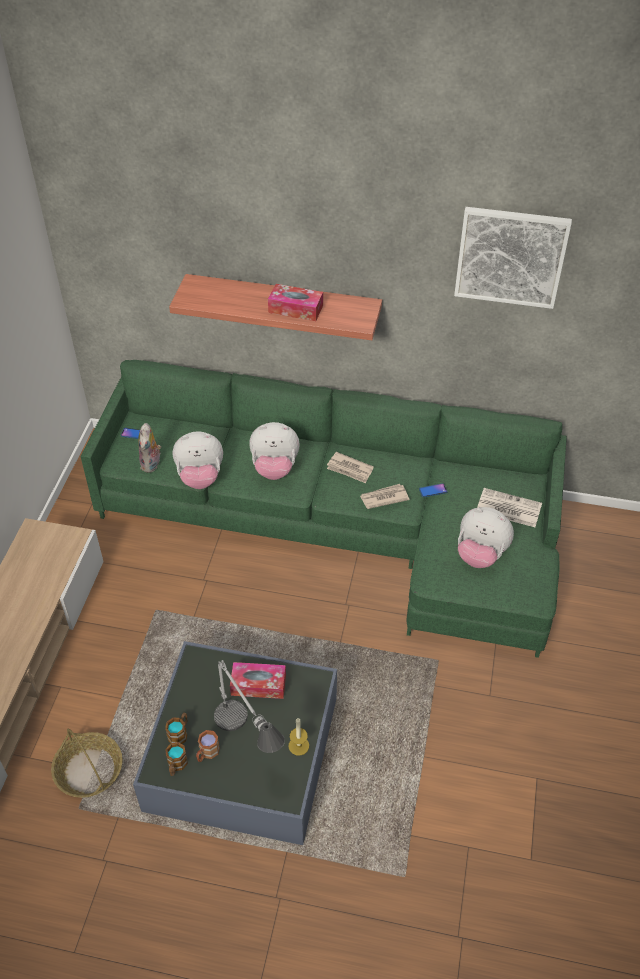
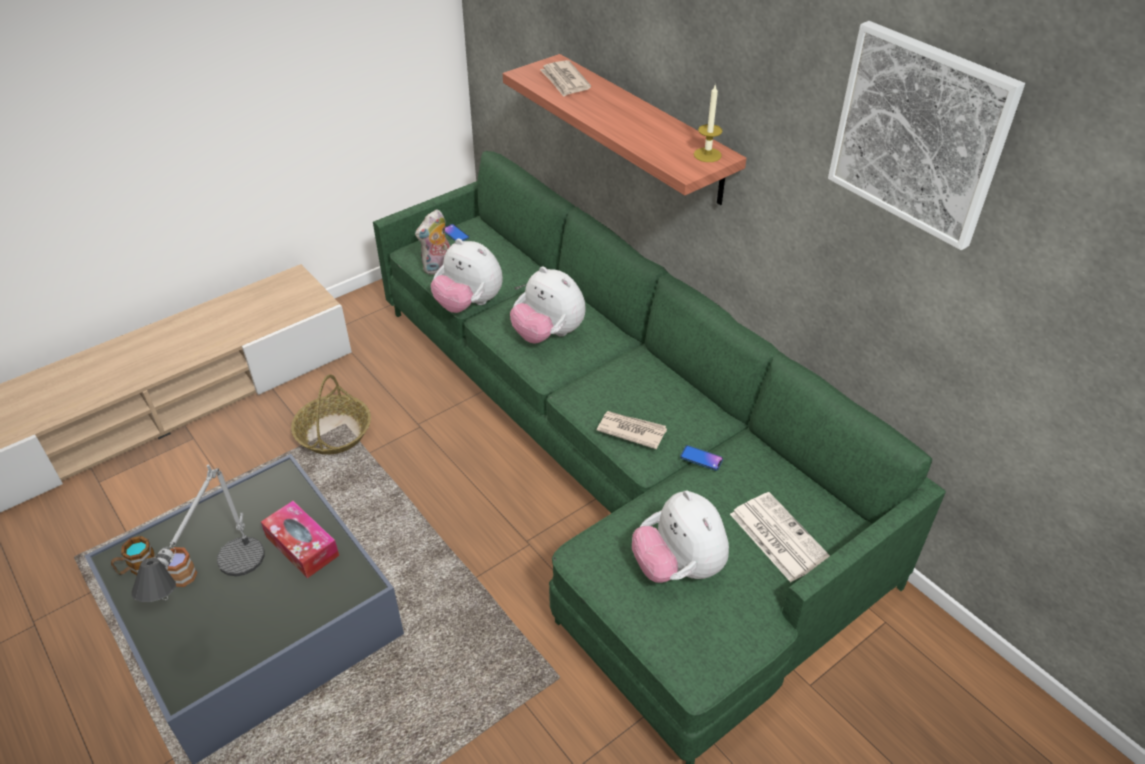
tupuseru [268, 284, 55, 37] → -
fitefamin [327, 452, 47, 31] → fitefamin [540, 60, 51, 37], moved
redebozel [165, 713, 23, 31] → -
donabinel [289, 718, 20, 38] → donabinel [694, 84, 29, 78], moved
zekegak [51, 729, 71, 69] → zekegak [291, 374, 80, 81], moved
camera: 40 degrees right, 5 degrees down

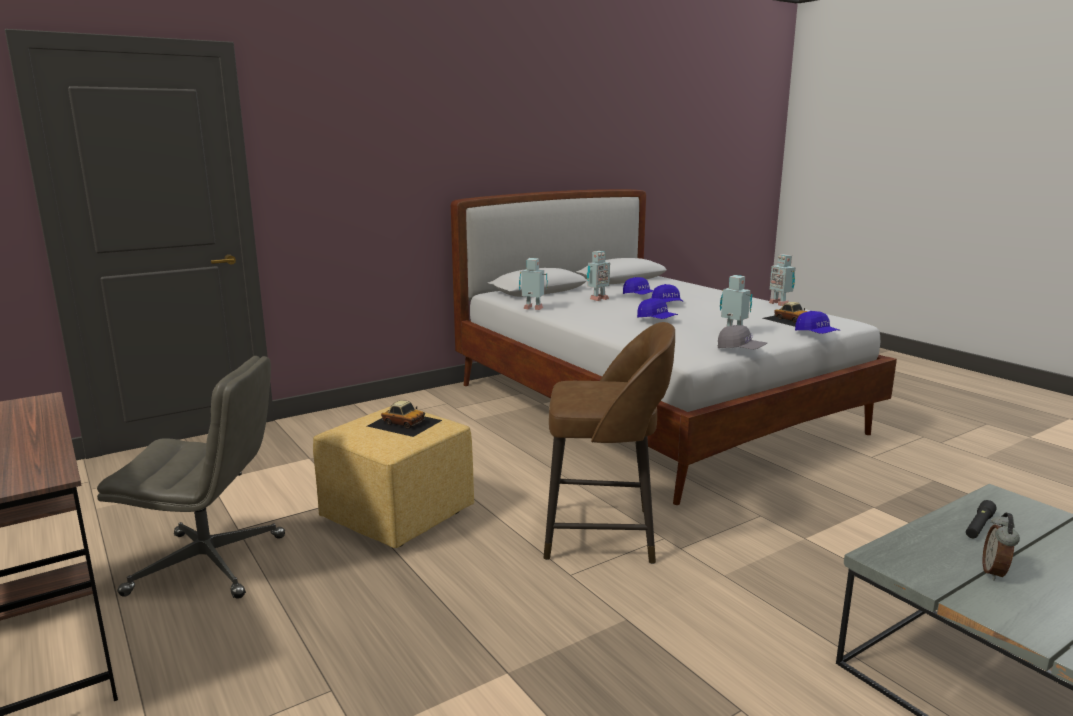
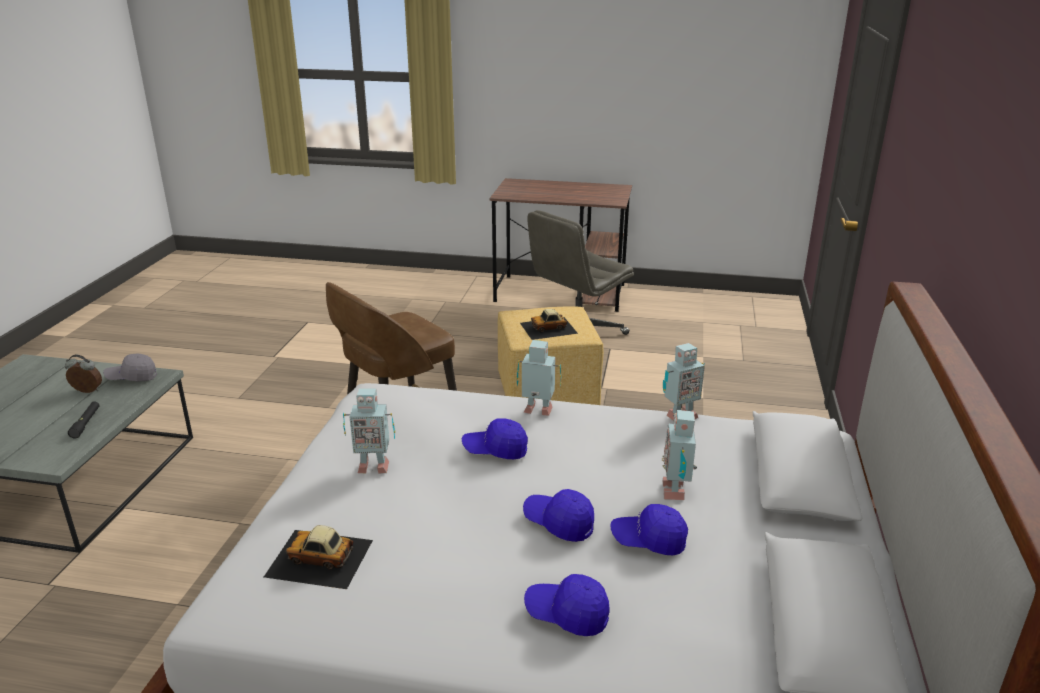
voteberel [769, 254, 27, 52] → voteberel [516, 340, 46, 76], moved
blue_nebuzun [795, 311, 45, 23] → blue_nebuzun [524, 574, 85, 62], moved
grey_nebuzun [718, 325, 49, 24] → grey_nebuzun [103, 353, 54, 28], moved
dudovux [982, 512, 38, 68] → dudovux [65, 355, 37, 38], 60 degrees counterclockwise
camera: 135 degrees right, 10 degrees up

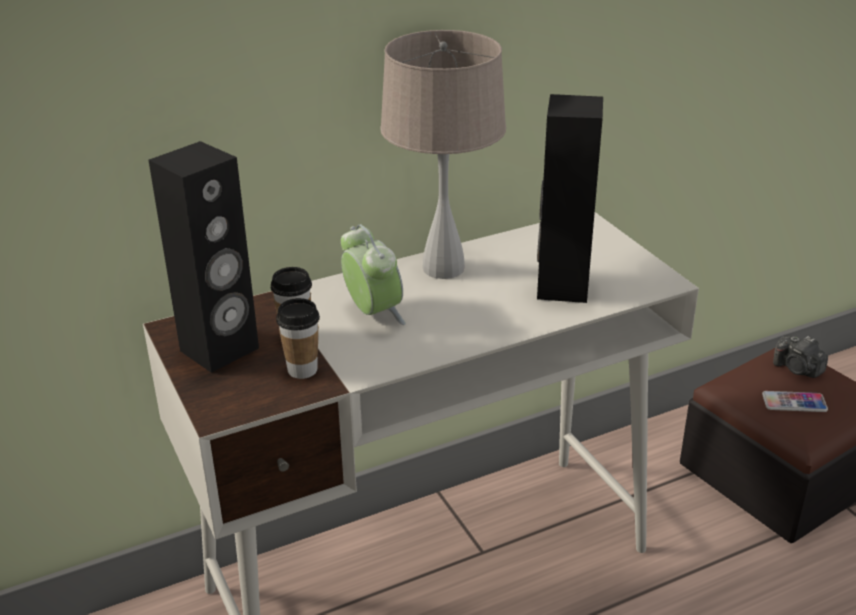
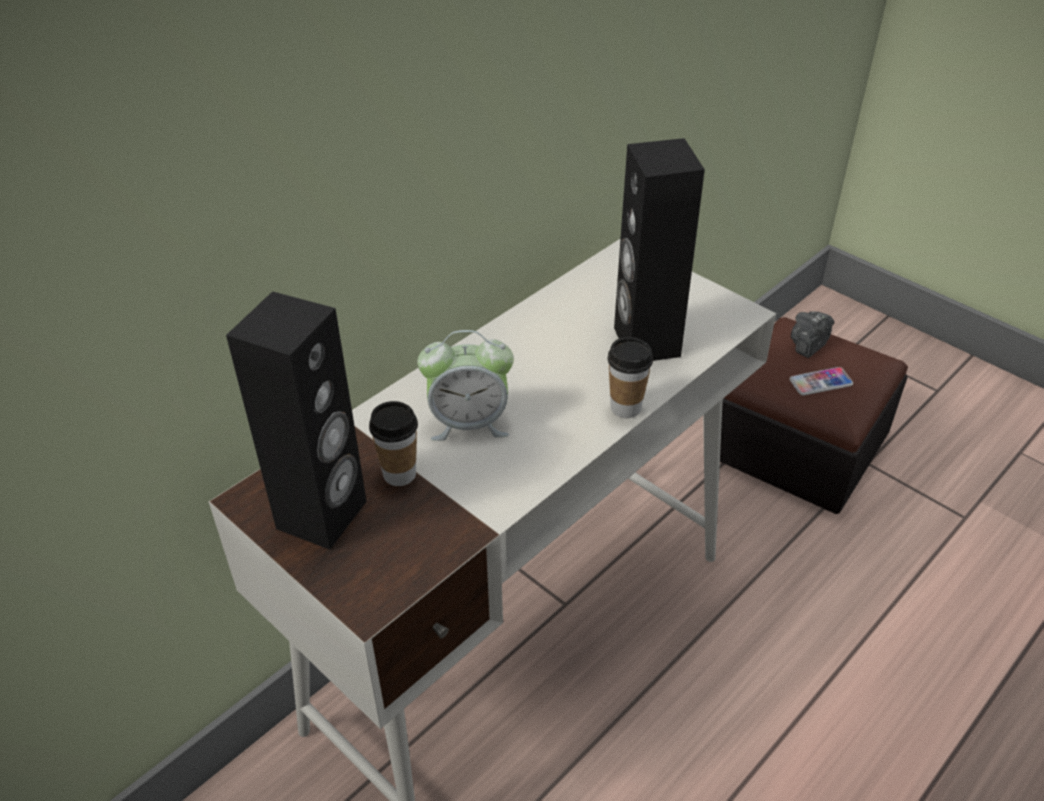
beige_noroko [380, 30, 126, 249] → -
dudovux [341, 224, 65, 101] → dudovux [417, 330, 97, 111], 135 degrees clockwise
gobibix [276, 298, 44, 81] → gobibix [607, 337, 46, 81], moved
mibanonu [773, 335, 55, 43] → mibanonu [791, 311, 43, 47], 105 degrees clockwise
camera: 20 degrees left, 10 degrees up

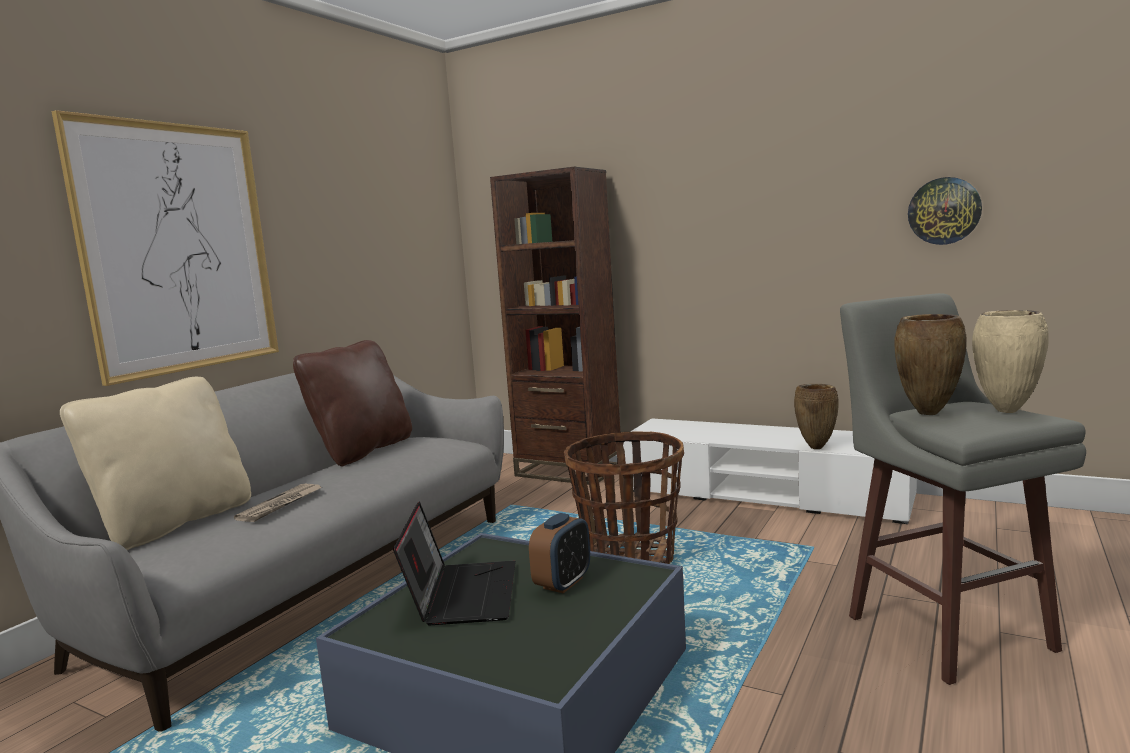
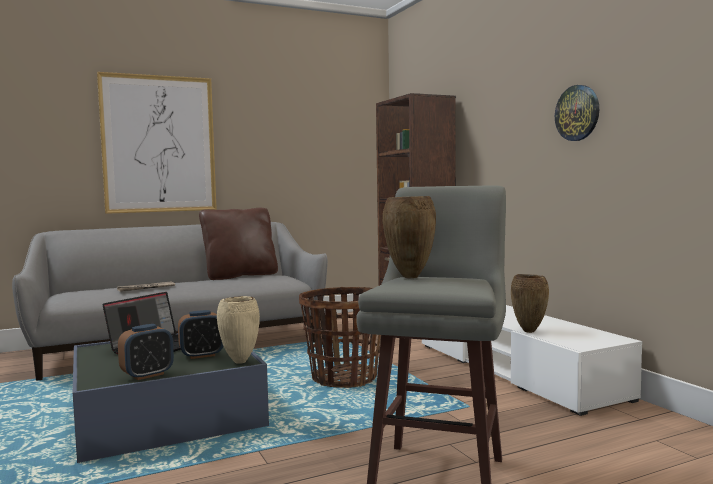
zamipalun [908, 177, 74, 68] → zamipalun [555, 85, 44, 56], moved
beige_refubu [972, 310, 77, 103] → beige_refubu [217, 296, 43, 68], moved
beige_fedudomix [60, 377, 191, 173] → -
- → dudovux [118, 324, 56, 56]
camera: 35 degrees right, 5 degrees down

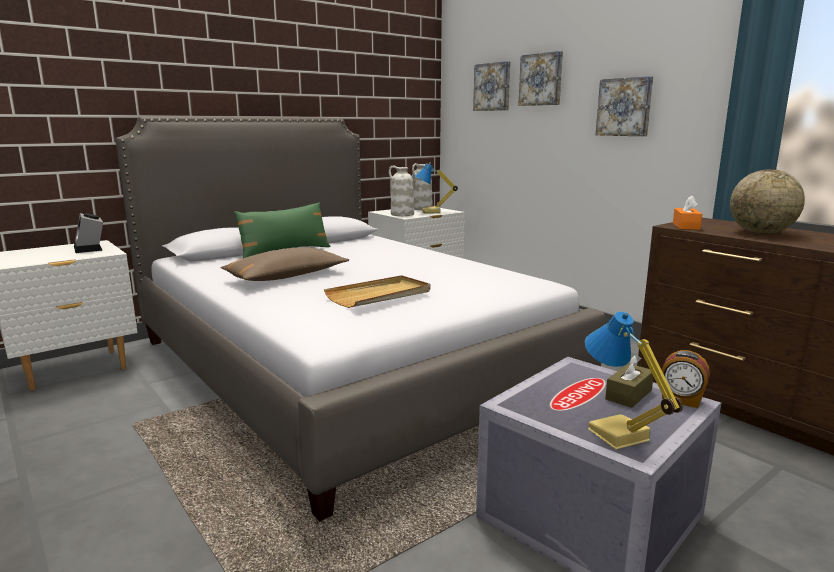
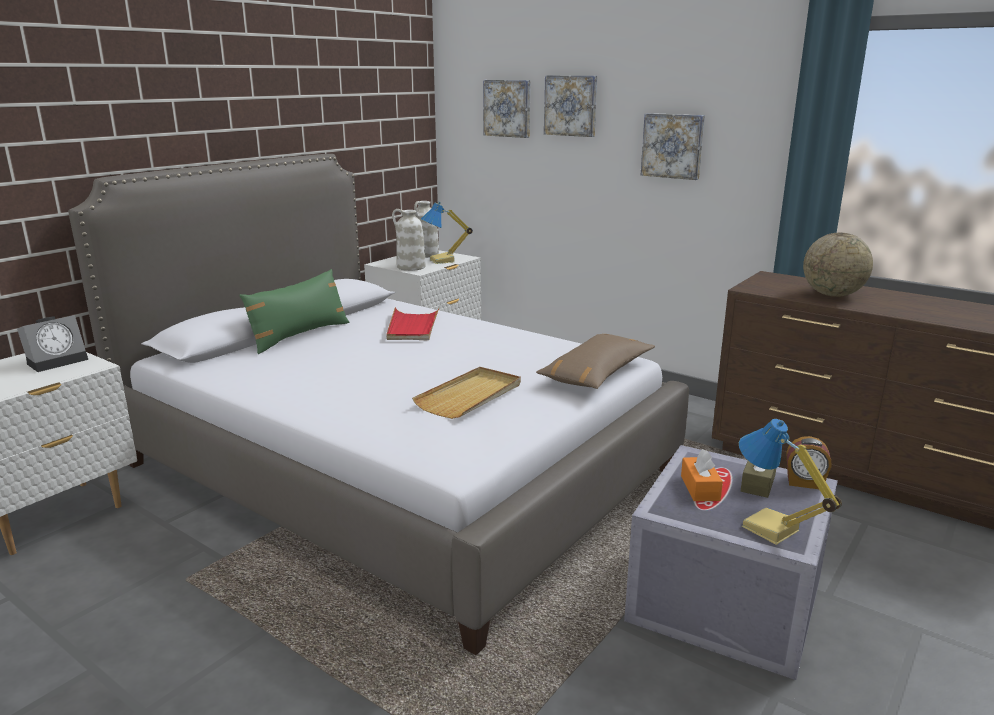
orange_tupuseru [673, 195, 29, 35] → orange_tupuseru [681, 449, 42, 52], moved
dudovux [74, 213, 29, 40] → dudovux [17, 315, 71, 57], 90 degrees counterclockwise
brown_fedudomix [221, 247, 128, 34] → brown_fedudomix [536, 334, 119, 55], moved
- → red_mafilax [387, 307, 53, 33]
camera: 15 degrees left, 5 degrees up

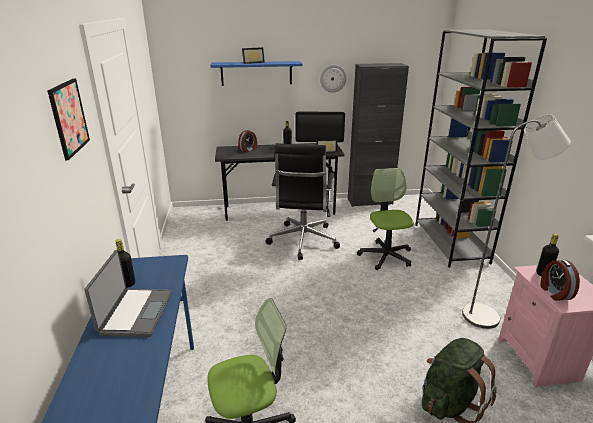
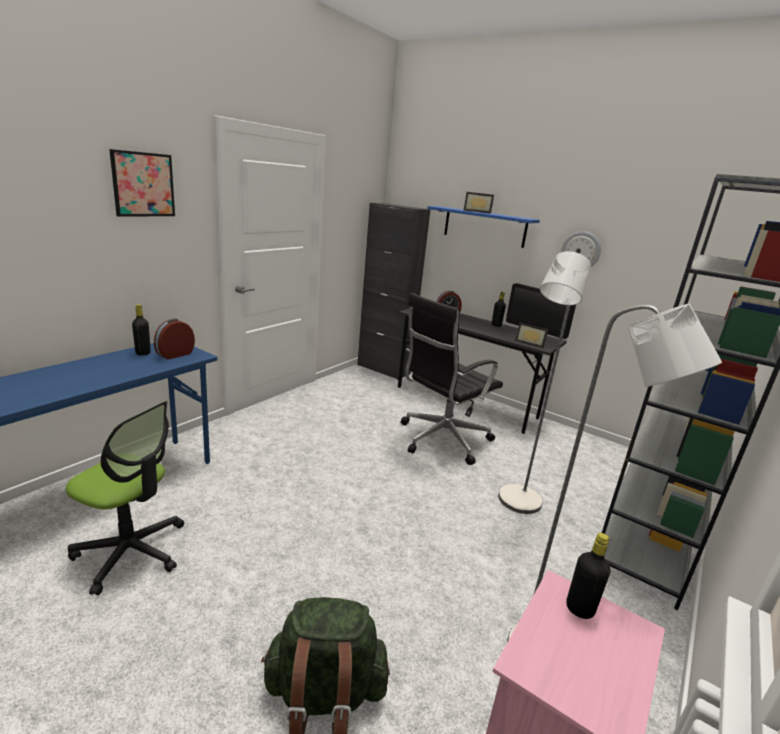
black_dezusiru [348, 63, 61, 144] → black_dezusiru [357, 203, 73, 177], moved
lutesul [357, 168, 57, 102] → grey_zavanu [498, 251, 93, 263]
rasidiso [84, 250, 88, 87] → -
dudovux [541, 260, 39, 41] → dudovux [154, 319, 41, 40], moved
camera: 40 degrees right, 5 degrees down

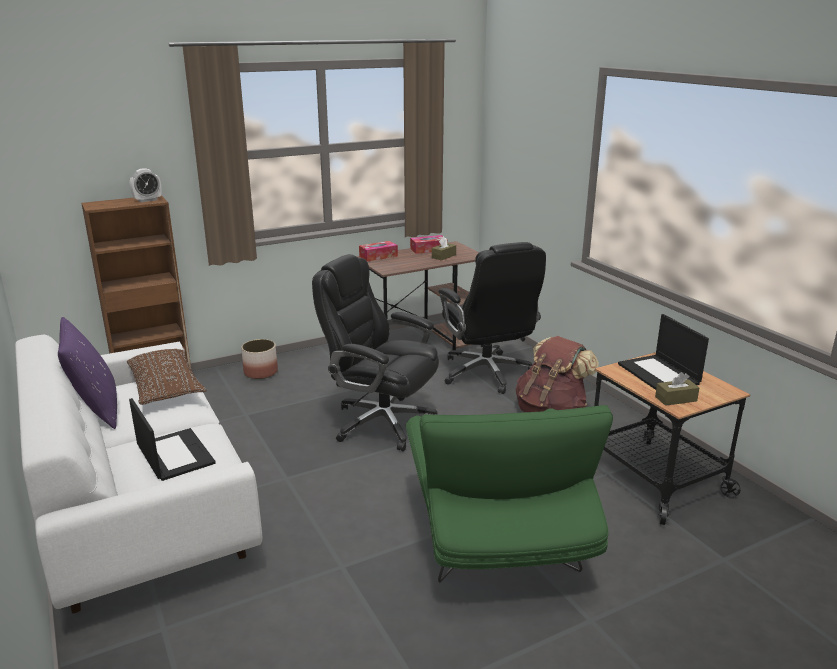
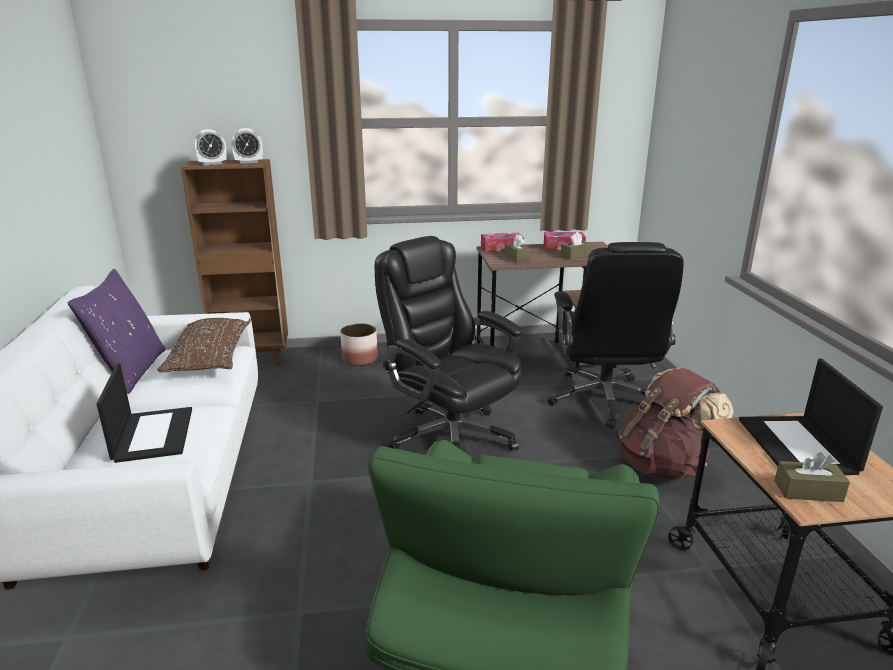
- → dudovux [193, 129, 34, 36]
- → brown_tupuseru [505, 234, 26, 29]
camera: 20 degrees right, 0 degrees up

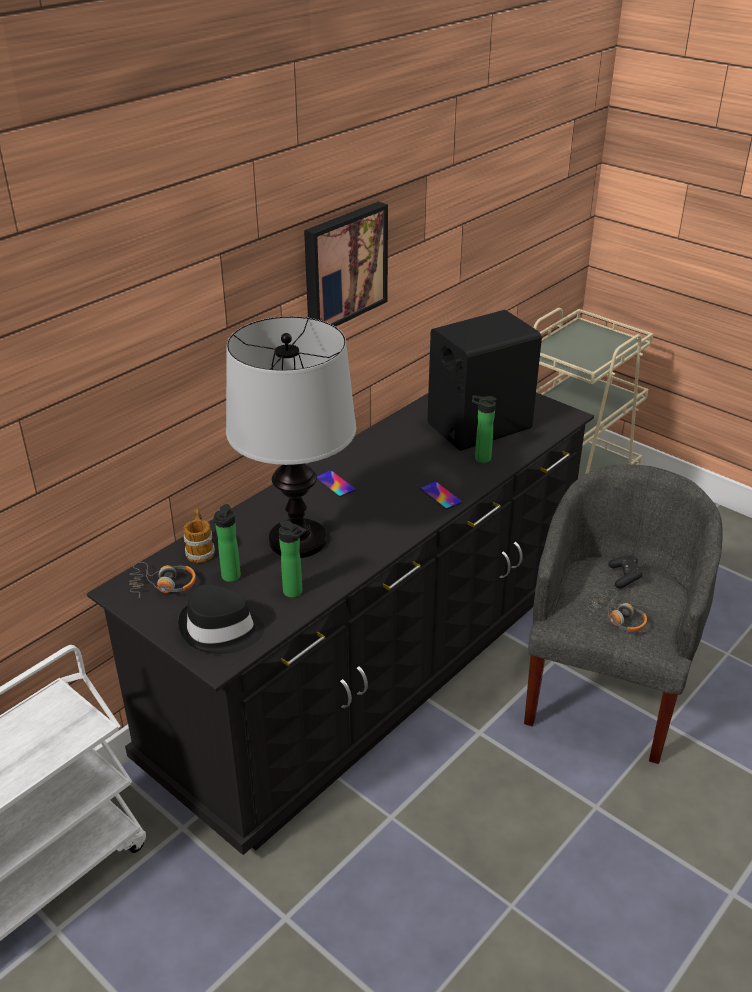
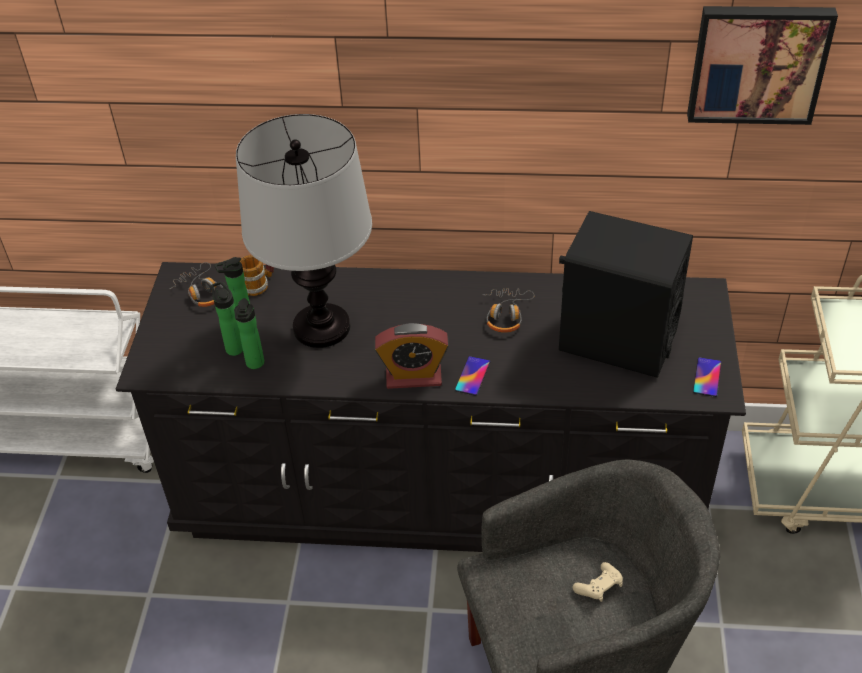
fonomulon [304, 202, 84, 125] → fonomulon [687, 6, 151, 119], moved
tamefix [472, 395, 25, 68] → tamefix [211, 281, 32, 75], moved
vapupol [317, 470, 39, 27] → vapupol [693, 357, 29, 40], moved
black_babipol [608, 555, 34, 34] → beige_babipol [573, 562, 50, 40]
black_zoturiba [178, 584, 86, 70] → -
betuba [588, 589, 59, 43] → betuba [485, 288, 50, 45], moved
- → dudovux [375, 323, 74, 66]
camera: 55 degrees right, 10 degrees up

